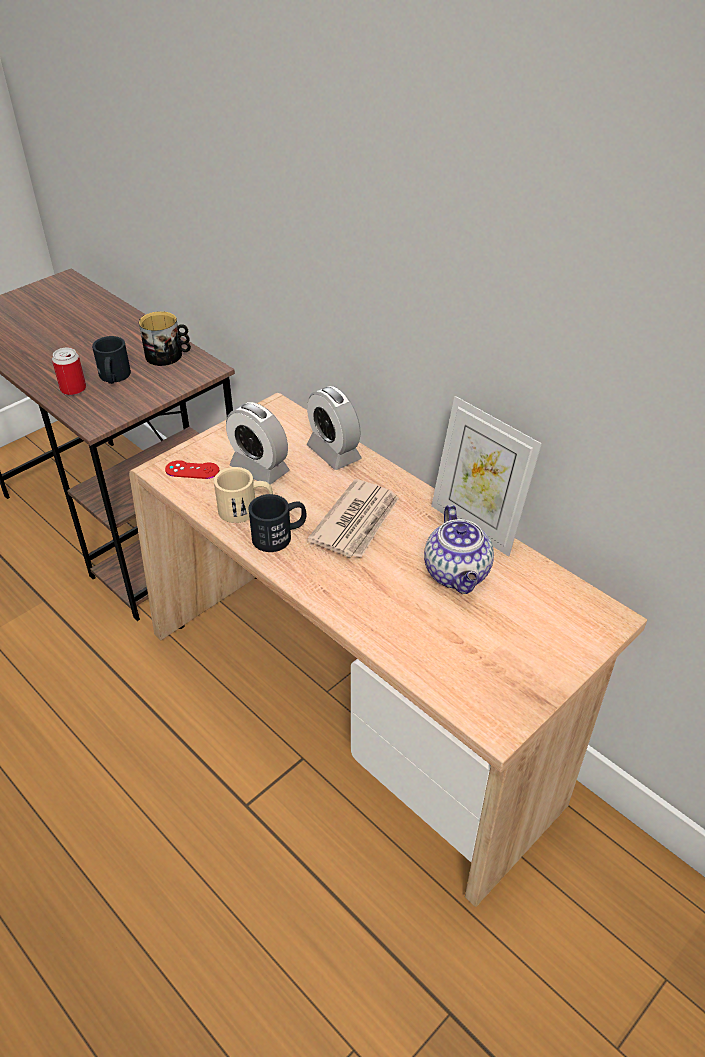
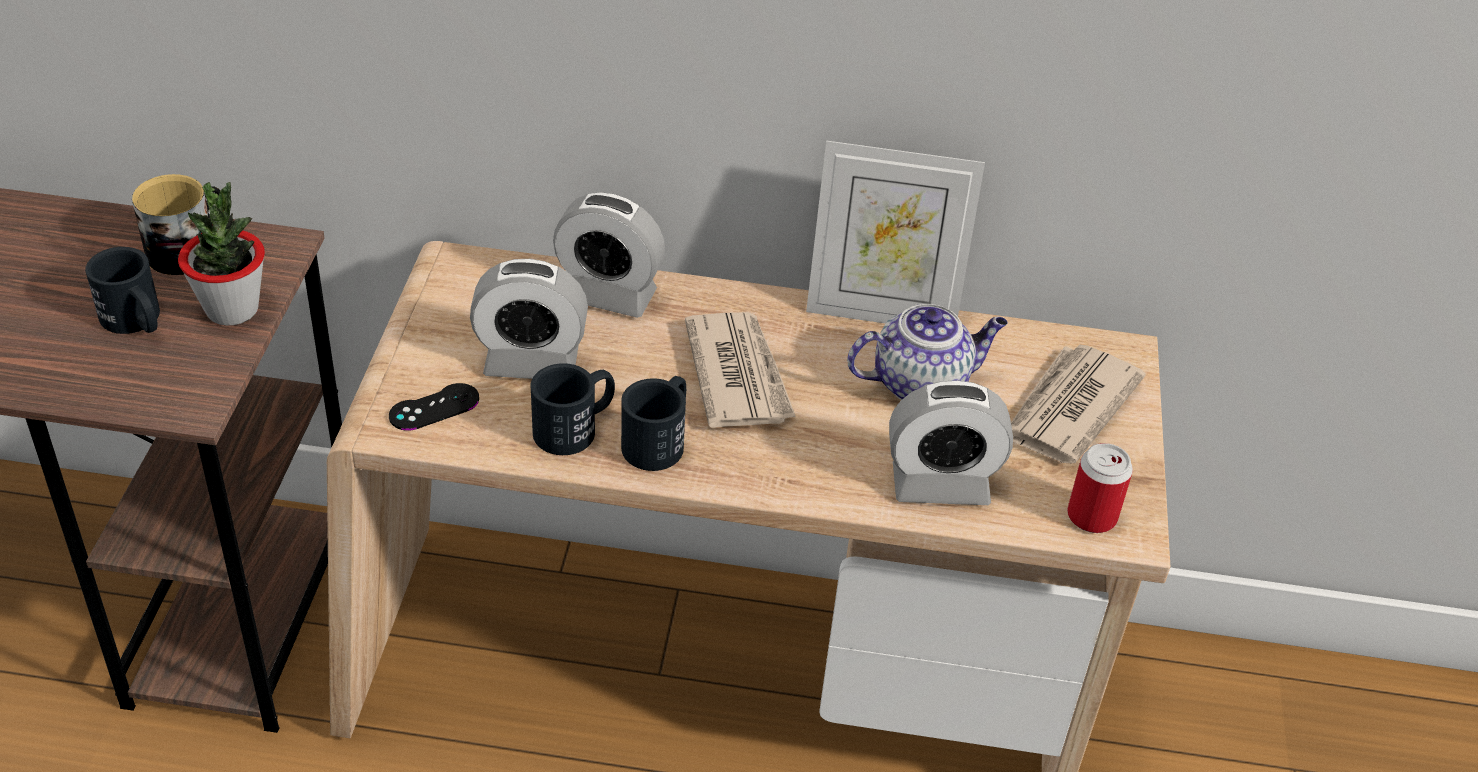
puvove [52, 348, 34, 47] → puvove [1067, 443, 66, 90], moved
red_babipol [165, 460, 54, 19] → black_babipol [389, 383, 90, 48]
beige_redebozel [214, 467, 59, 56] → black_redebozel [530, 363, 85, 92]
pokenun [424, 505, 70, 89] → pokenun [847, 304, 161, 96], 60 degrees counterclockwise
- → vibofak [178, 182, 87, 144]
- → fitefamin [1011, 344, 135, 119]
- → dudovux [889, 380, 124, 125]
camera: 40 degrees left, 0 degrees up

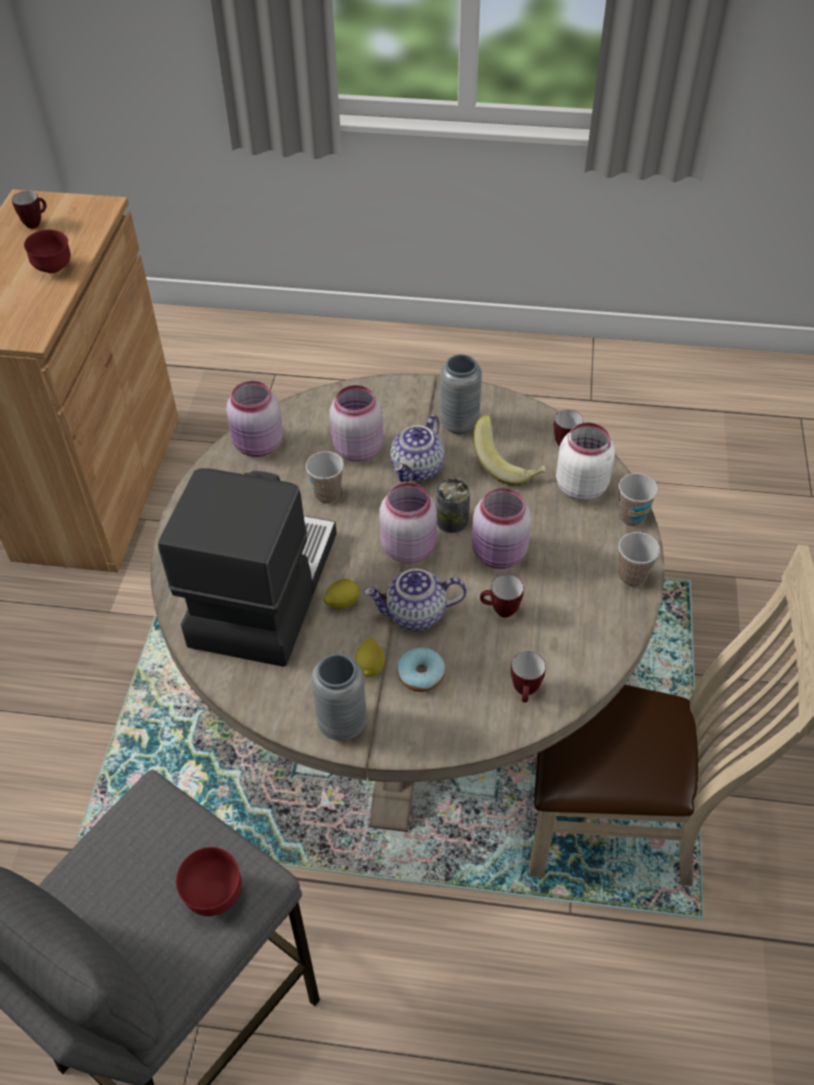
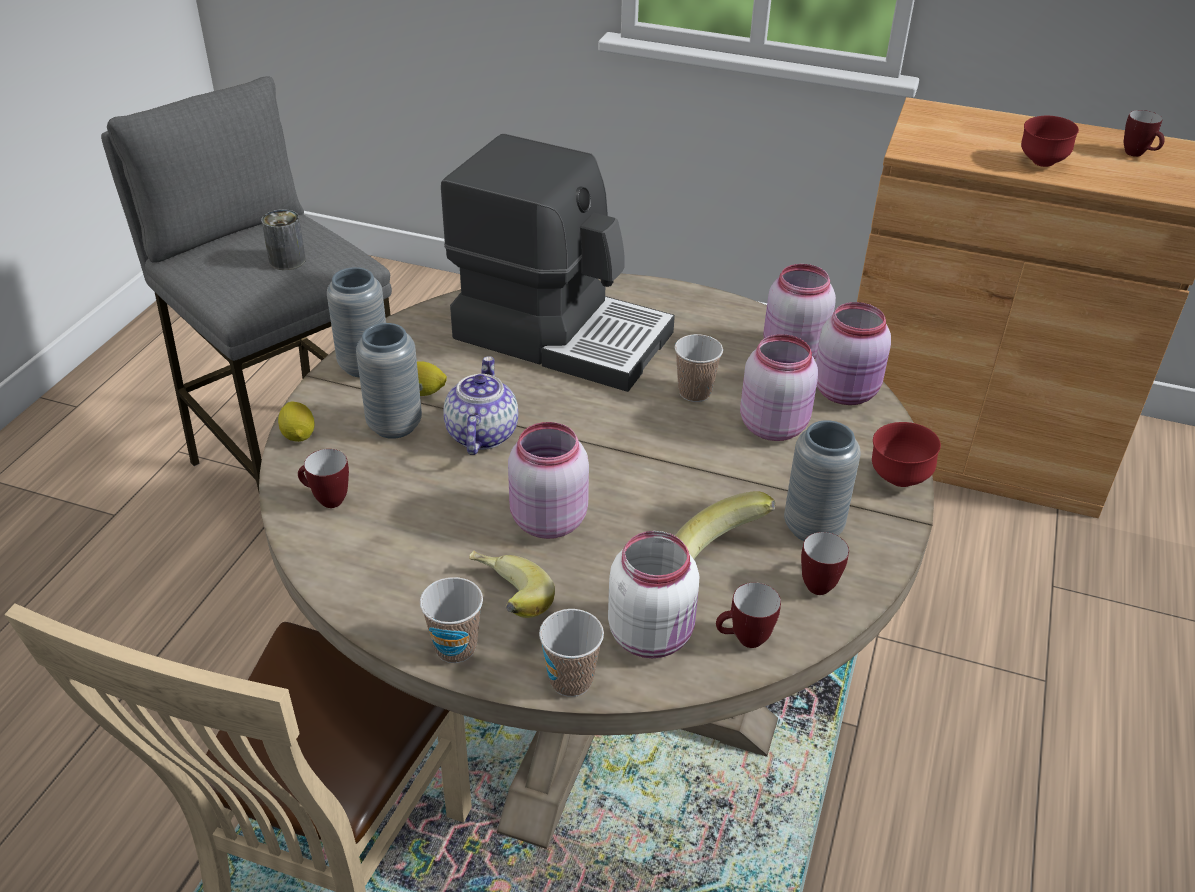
pokenun [390, 415, 55, 67] → -
puvove [436, 478, 34, 55] → puvove [261, 209, 45, 61], moved
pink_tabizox [379, 483, 58, 80] → pink_tabizox [816, 302, 75, 103], moved
redebozel [480, 575, 44, 43] → redebozel [801, 532, 48, 63], moved
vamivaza [323, 579, 37, 30] → vamivaza [278, 401, 37, 41], moved
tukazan [397, 647, 48, 45] → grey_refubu [356, 323, 66, 116]
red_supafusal [176, 847, 66, 69] → red_supafusal [872, 422, 69, 65], moved
- → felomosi [469, 550, 86, 68]
camera: 100 degrees right, 10 degrees down

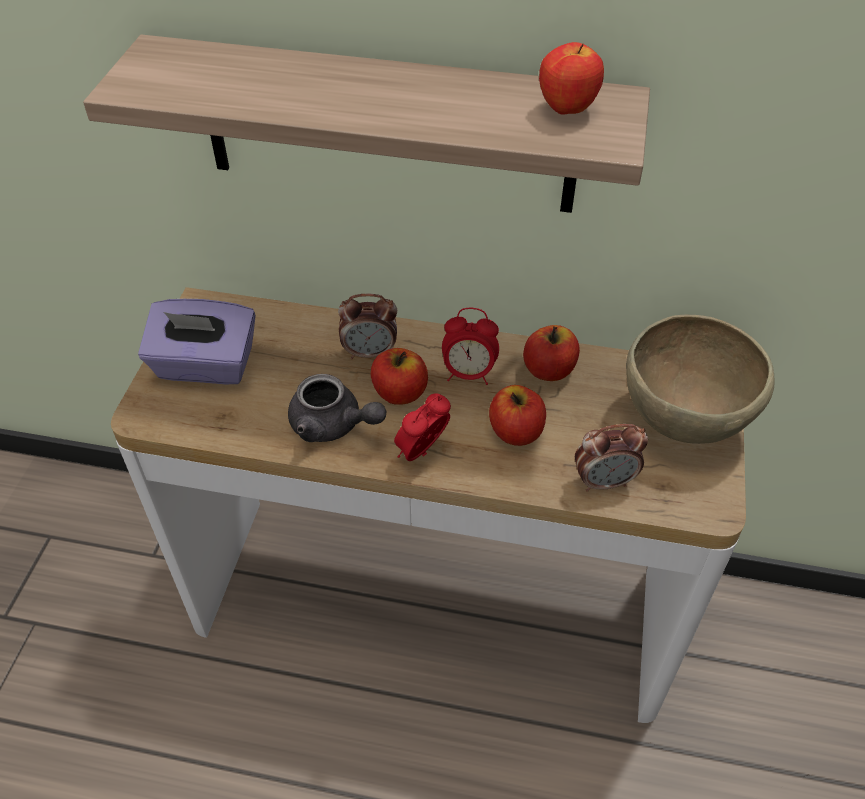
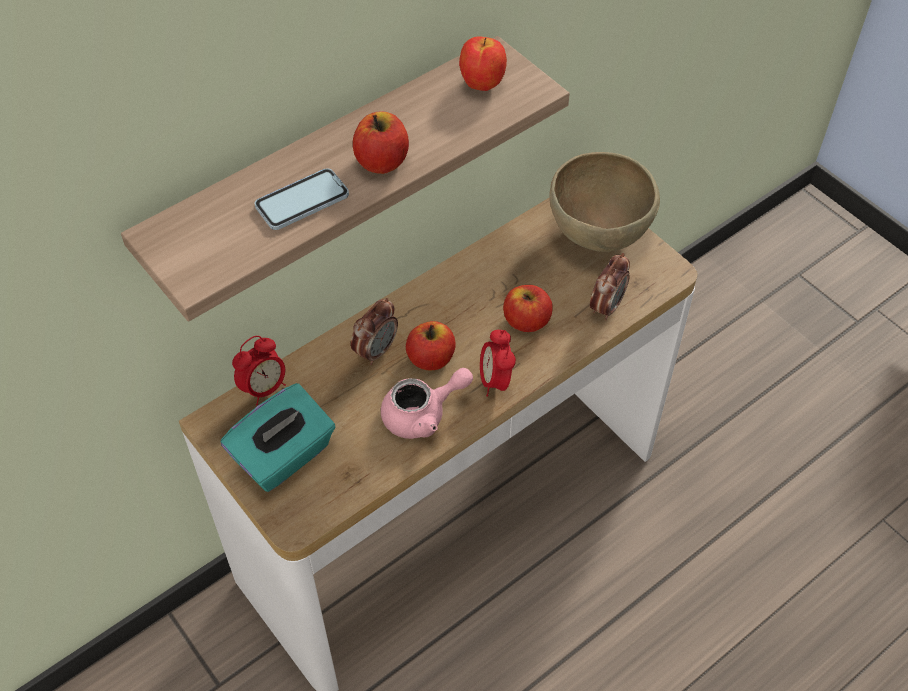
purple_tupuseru [138, 299, 118, 85] → turquoise_tupuseru [221, 383, 115, 109]
dudovux [442, 308, 57, 77] → dudovux [232, 336, 54, 69], moved
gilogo [523, 325, 57, 56] → gilogo [353, 111, 56, 63], moved
grey_pokenun [288, 374, 98, 68] → pink_pokenun [381, 368, 92, 71]
- → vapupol [254, 168, 95, 62]
camera: 50 degrees left, 5 degrees up

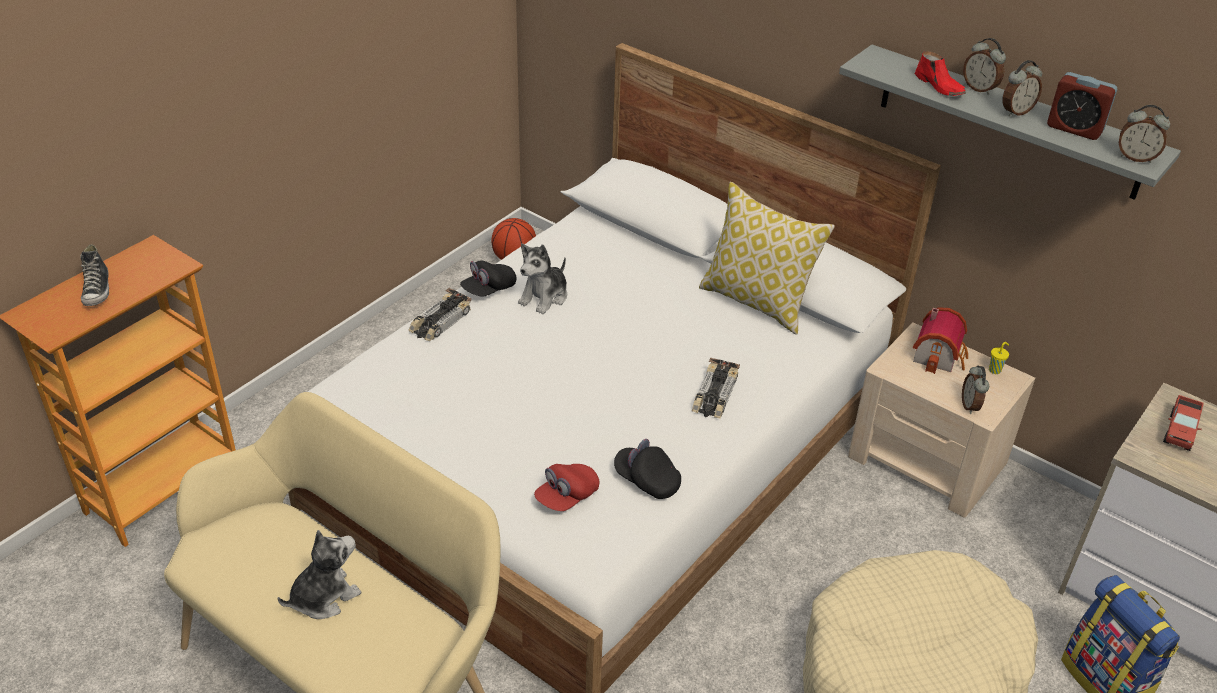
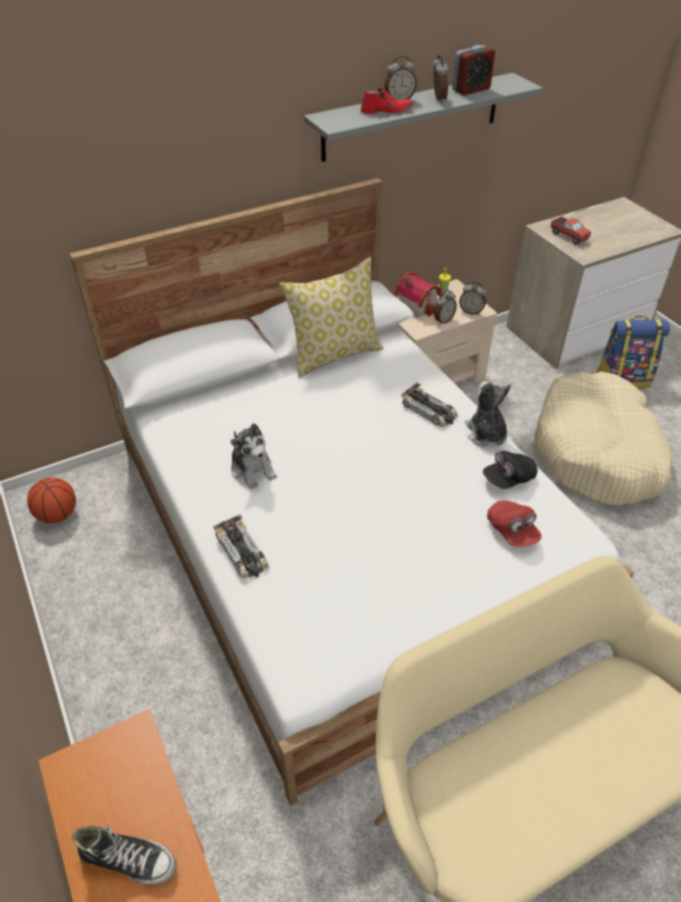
dudovux [1119, 105, 51, 58] → dudovux [434, 290, 23, 35], moved
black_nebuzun [460, 260, 57, 37] → -
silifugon [277, 530, 84, 89] → silifugon [465, 381, 46, 66], moved
camera: 65 degrees left, 5 degrees up

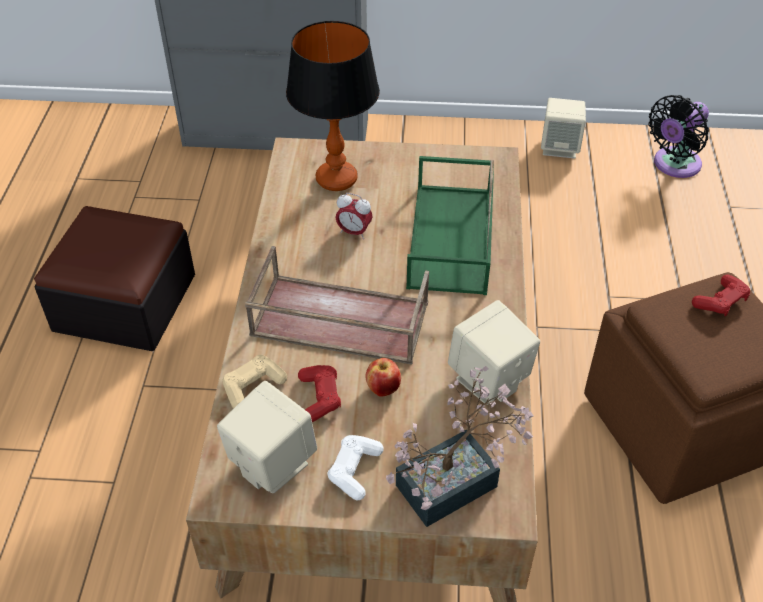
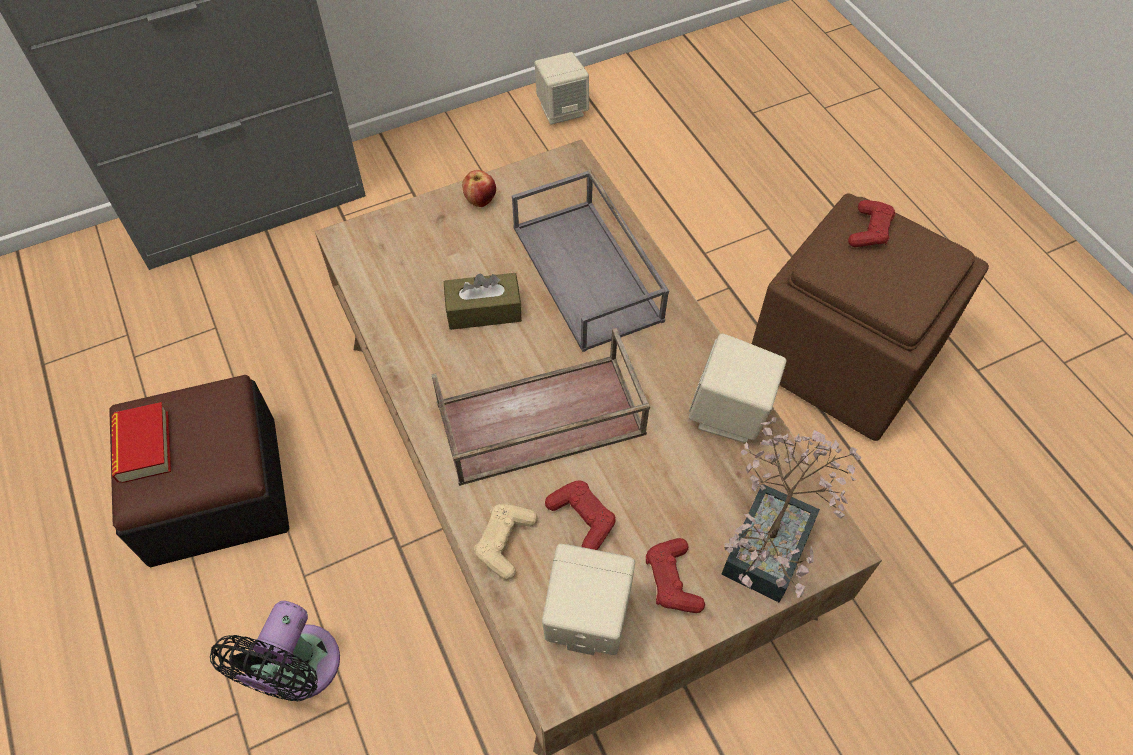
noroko [286, 21, 94, 170] → -
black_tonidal [648, 95, 61, 83] → black_tonidal [210, 601, 130, 100], moved
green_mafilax [406, 156, 88, 139] → grey_mafilax [512, 169, 157, 183]
dudovux [335, 193, 38, 46] → brown_tupuseru [444, 273, 78, 57]
gilogo [365, 358, 36, 39] → gilogo [462, 170, 34, 37], moved
white_babipol [328, 435, 56, 65] → red_babipol [646, 538, 59, 75]
- → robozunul [112, 402, 59, 81]
camera: 30 degrees left, 10 degrees up

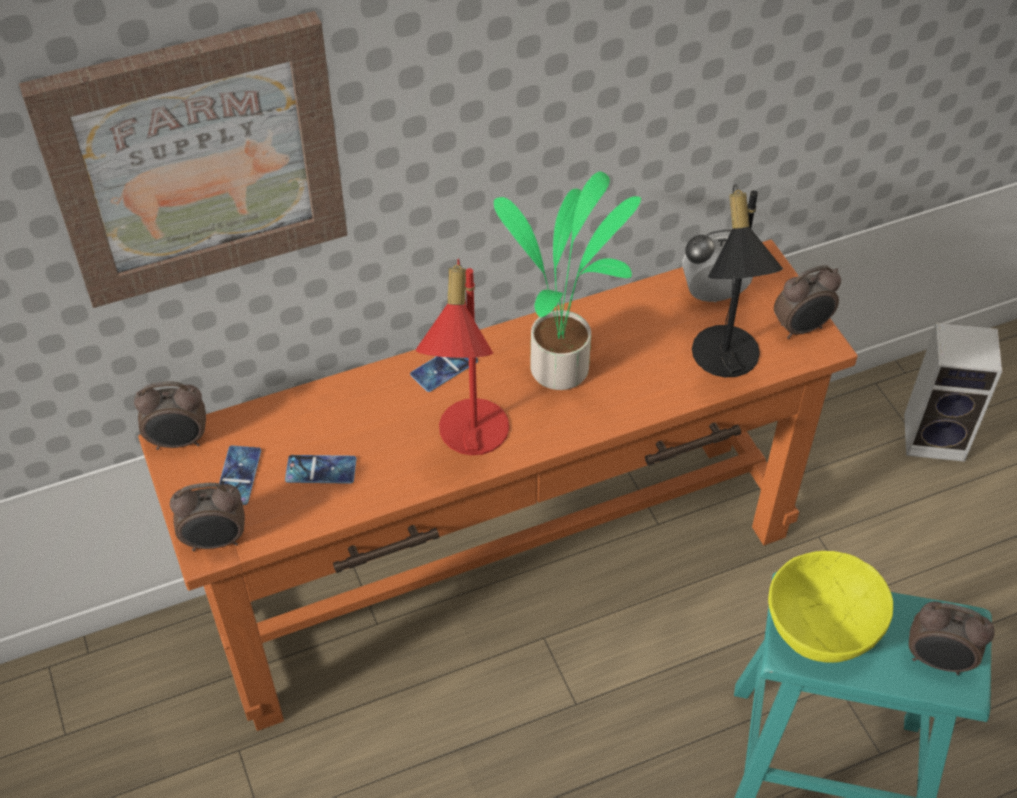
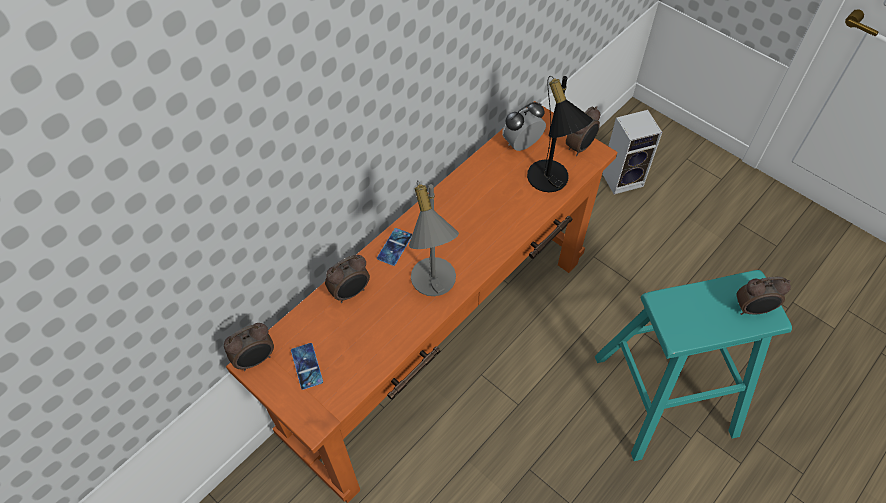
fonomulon [19, 11, 328, 297] → -
vibofak [494, 172, 147, 218] → -
red_noroko [416, 259, 93, 196] → grey_noroko [409, 180, 50, 116]
vapupol [285, 455, 71, 29] → -
dudovux [170, 483, 75, 68] → dudovux [325, 255, 45, 48], moved
yellow_supafusal [768, 551, 125, 112] → -
camera: 25 degrees left, 5 degrees up

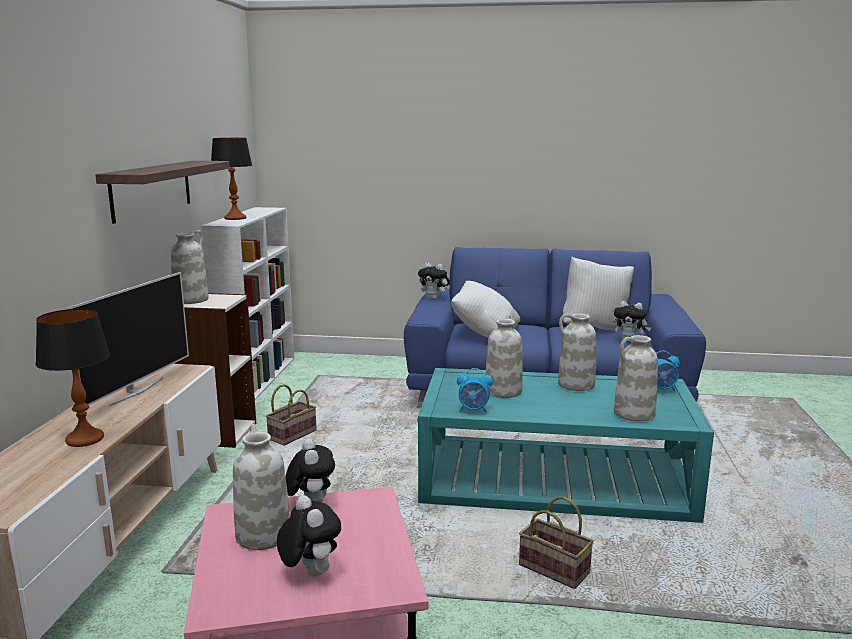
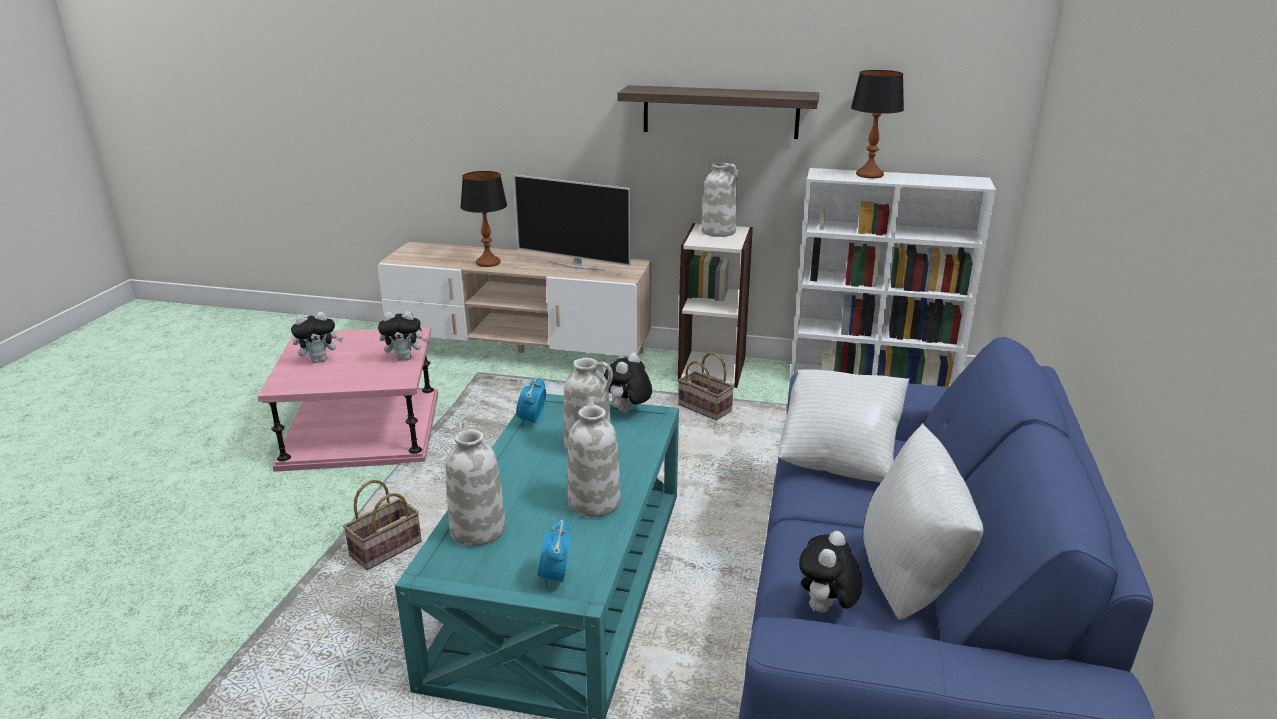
silifugon [418, 262, 32, 38] → silifugon [604, 353, 48, 60], moved
white_refubu [233, 424, 57, 126] → -
camera: 95 degrees right, 10 degrees up

